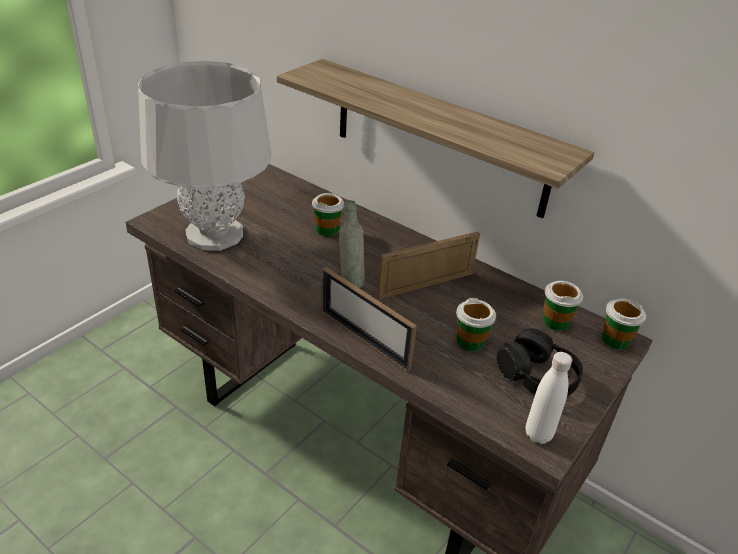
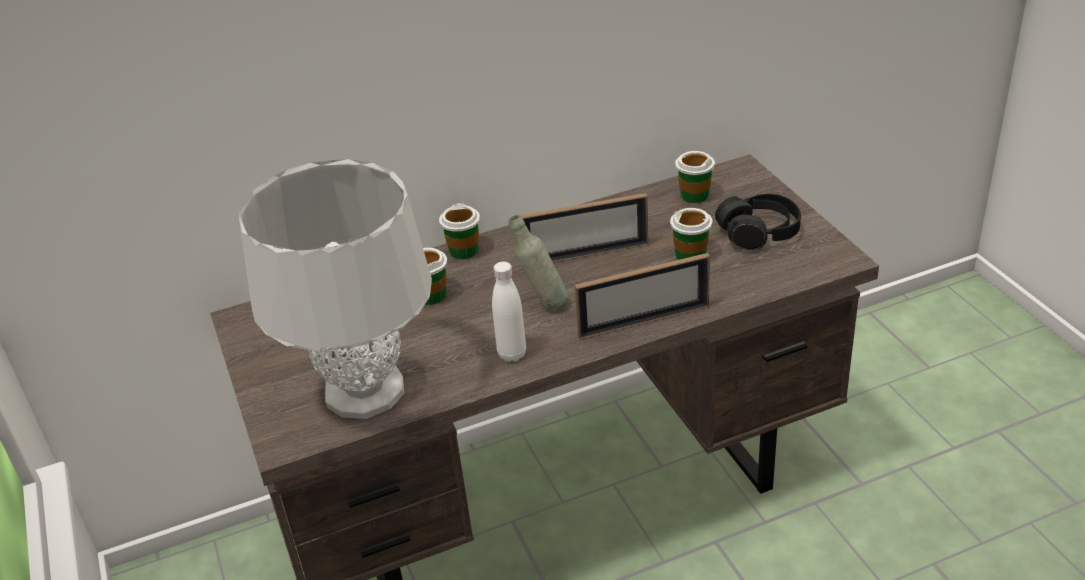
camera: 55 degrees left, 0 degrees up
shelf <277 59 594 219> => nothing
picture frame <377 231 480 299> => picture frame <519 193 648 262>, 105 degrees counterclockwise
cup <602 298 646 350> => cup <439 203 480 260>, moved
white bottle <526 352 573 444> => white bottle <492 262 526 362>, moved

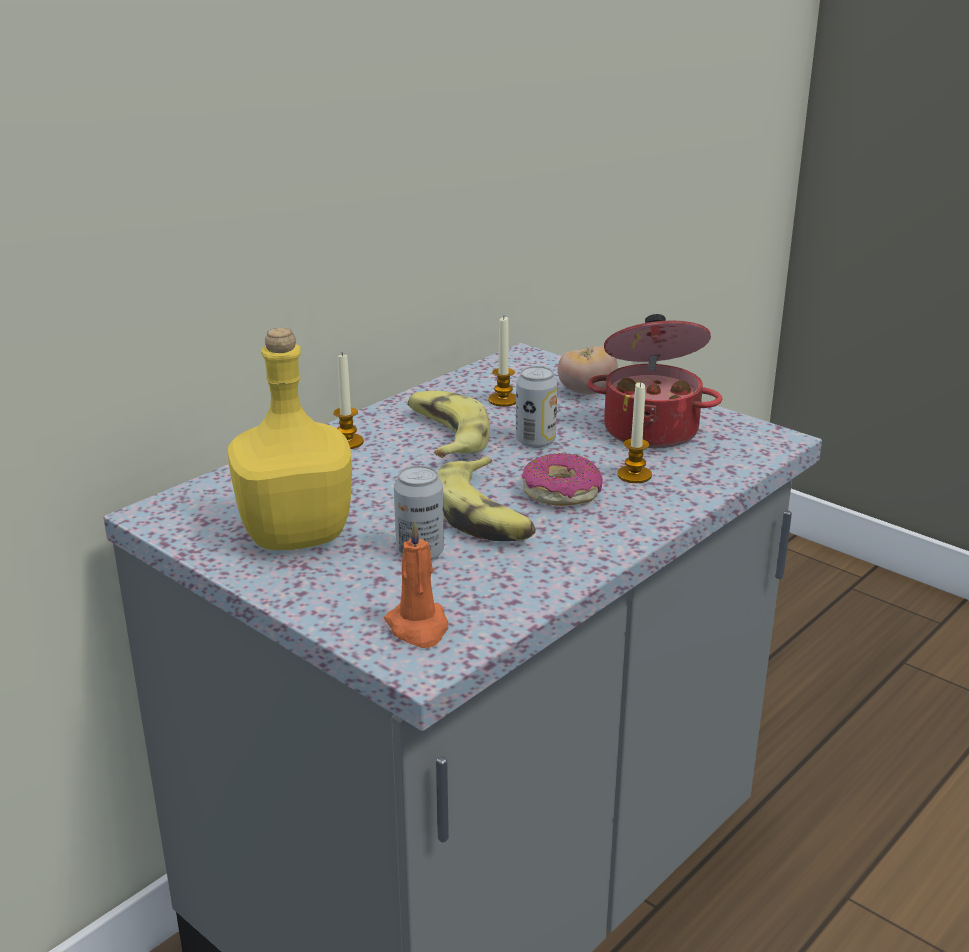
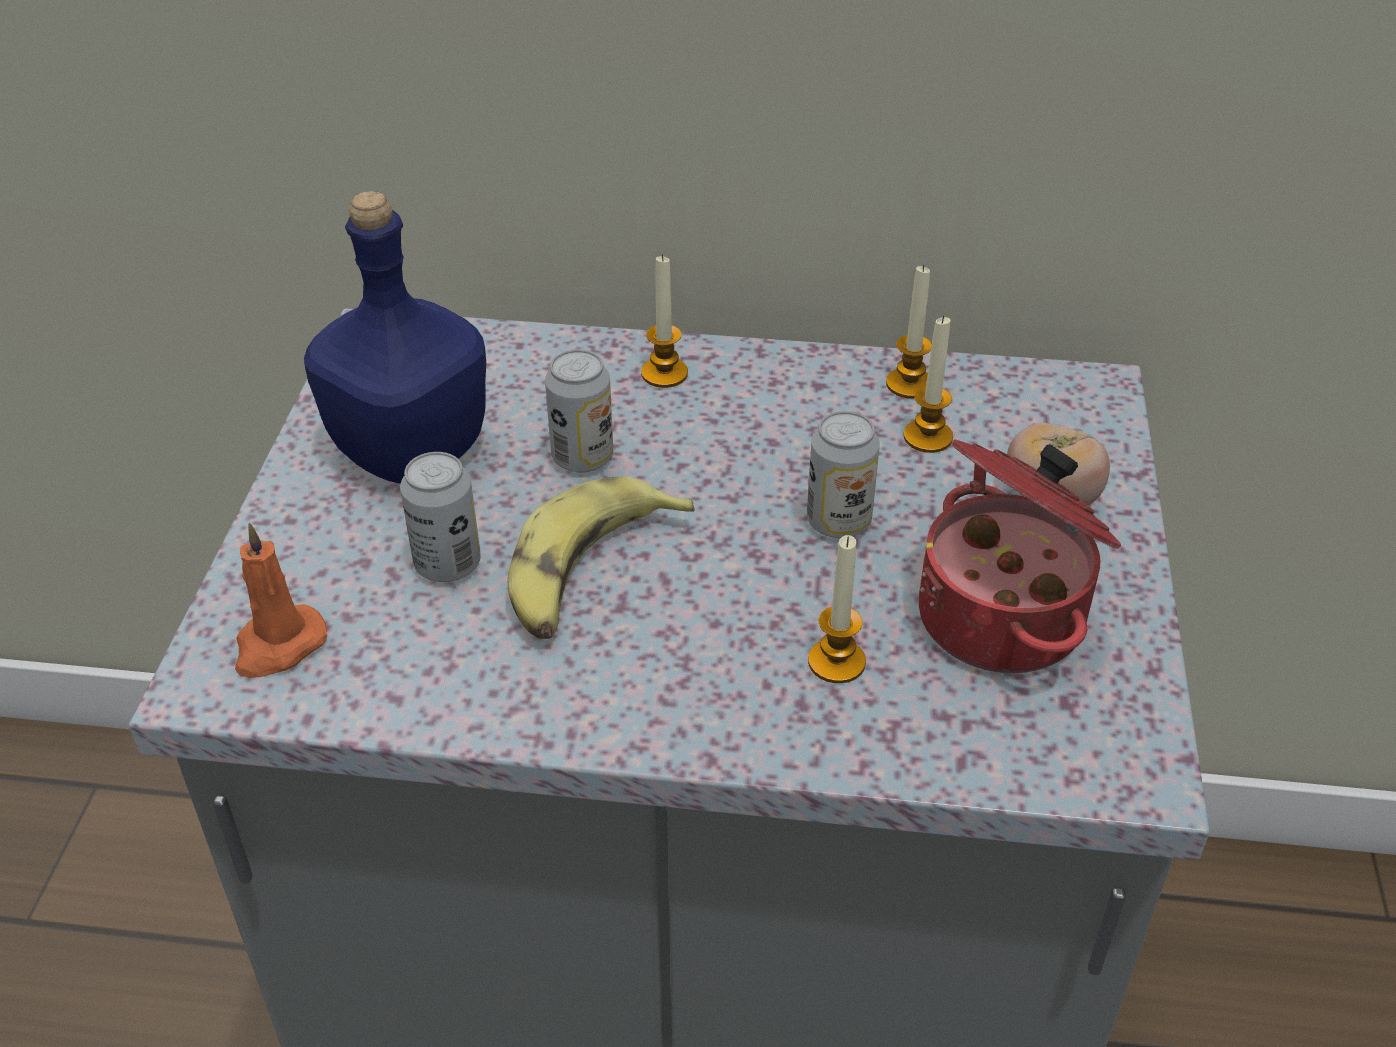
camera: 55 degrees right, 15 degrees up
yellow bottle <228 328 352 550> => blue bottle <304 191 486 483>
banana <408 391 490 458> => nothing
donut <522 453 603 506> => nothing
nothing => candle <886 264 932 399>
nothing => can <545 349 613 472>

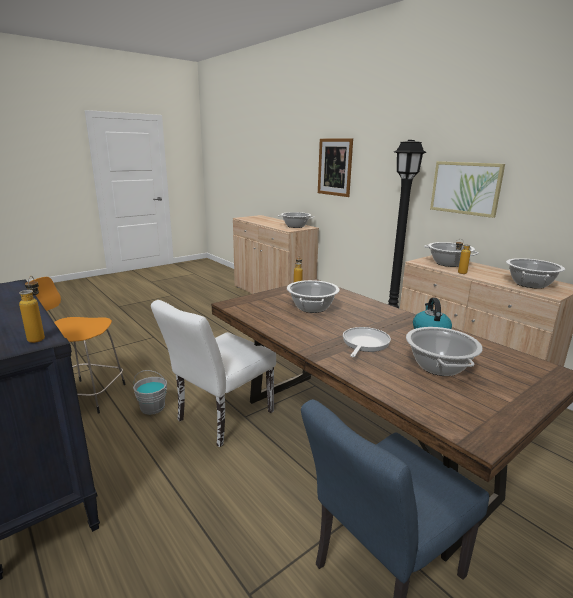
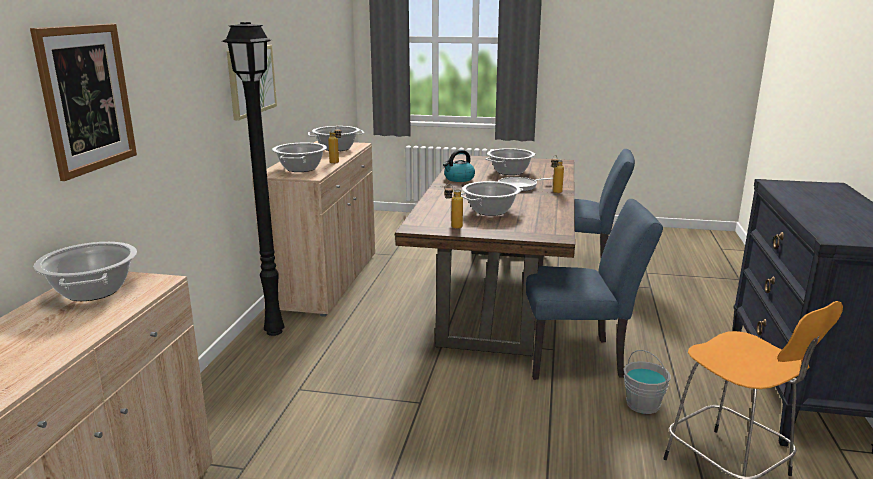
camera: 130 degrees left, 0 degrees up
bottle <19 276 45 343> => bottle <551 155 564 193>, moved
white chair <151 300 276 447> => blue chair <523 199 663 380>

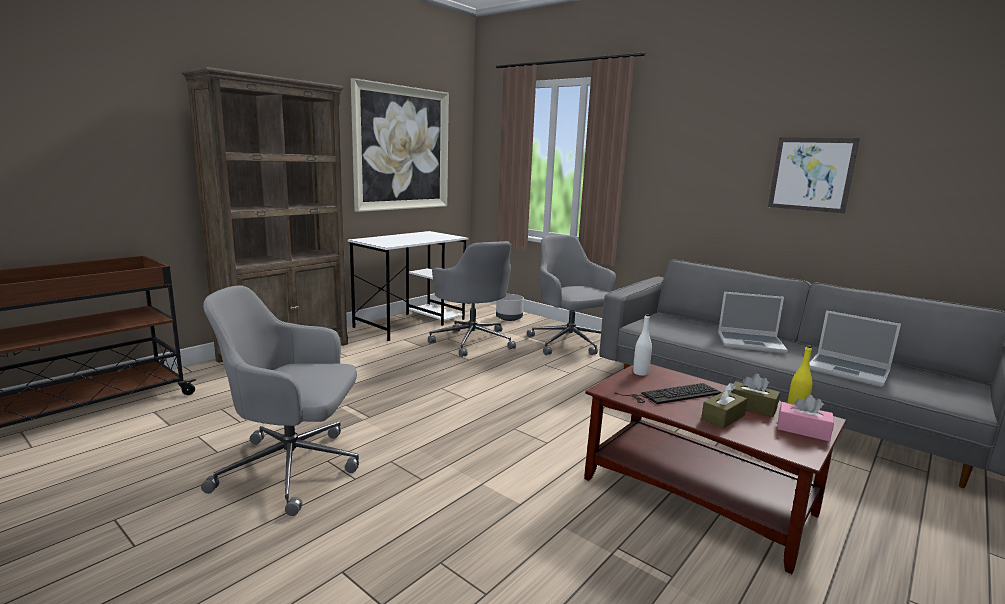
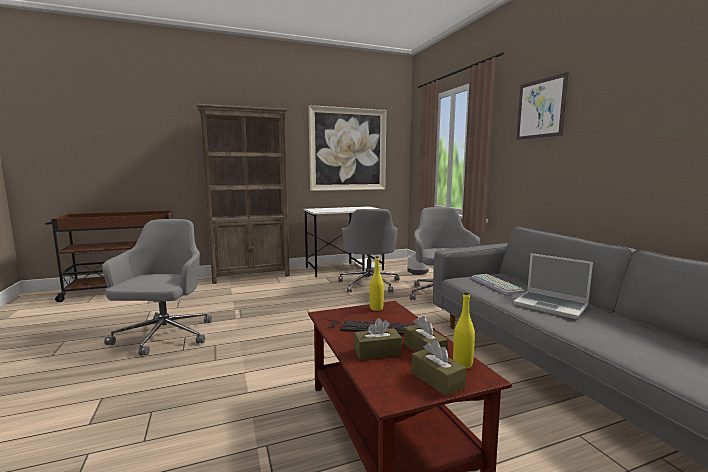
camera: 30 degrees right, 5 degrees down
picture <768 137 860 213> => picture <516 72 569 140>, moved
grey office chair <201 285 359 516> => grey office chair <102 219 212 355>, 60 degrees clockwise
laptop <809 310 901 387> => nothing
white bottle <633 314 652 376> => yellow bottle <370 256 384 311>
pink tissue box <777 394 834 442> => brown tissue box <411 341 466 396>
nothing => keyboard <471 274 525 295>

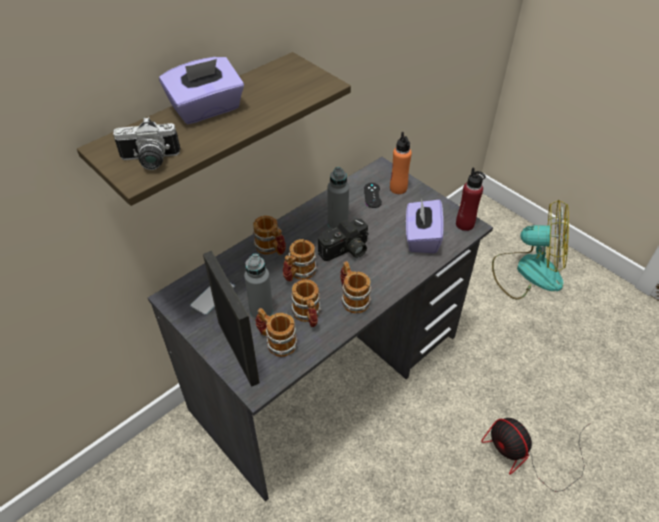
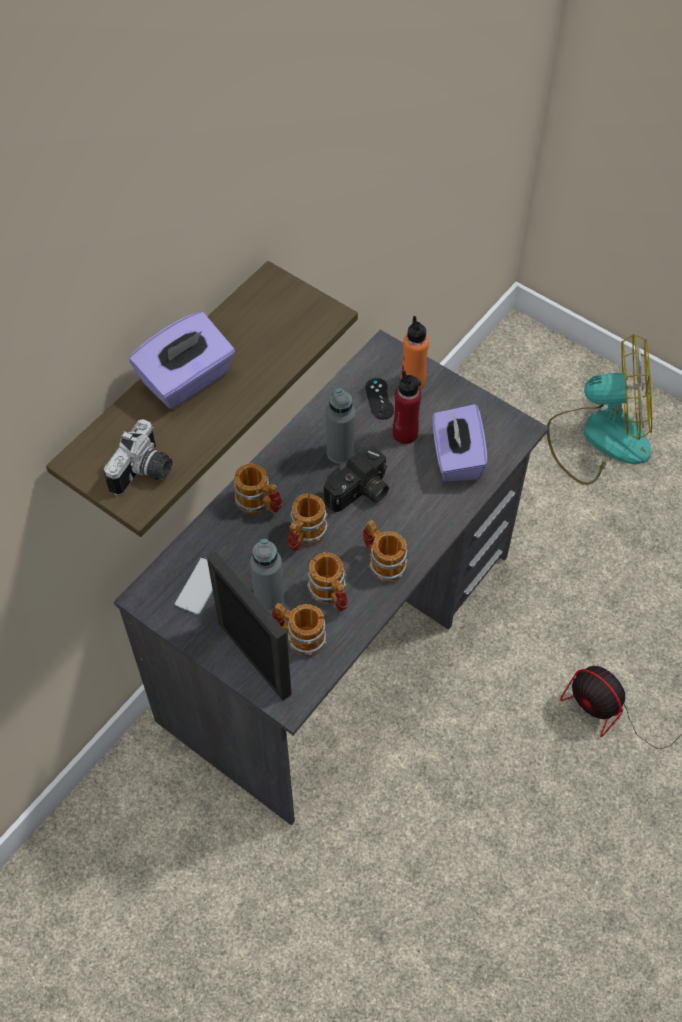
camera: 10 degrees left, 10 degrees up
photo camera <113 117 180 170> => photo camera <104 419 172 496>, 45 degrees counterclockwise
red bottle <456 167 486 231> => red bottle <393 371 421 444>, moved

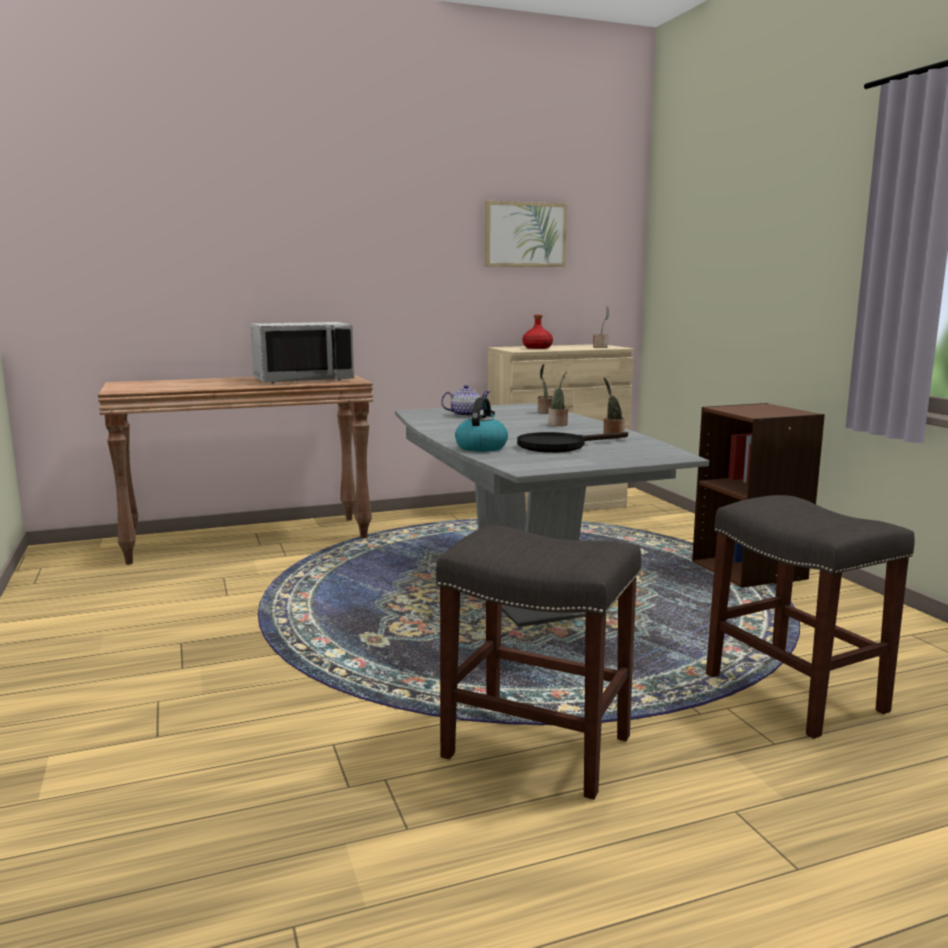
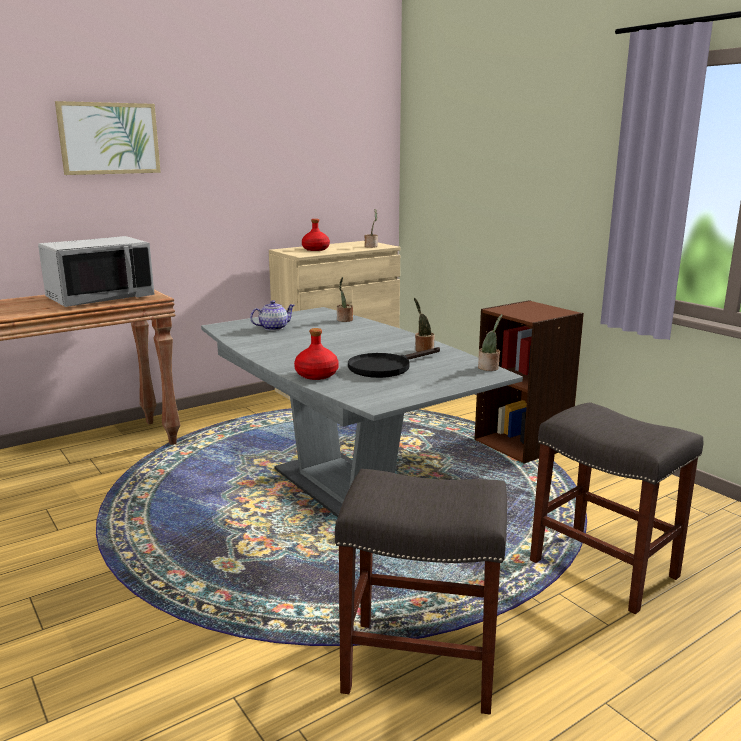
camera: 15 degrees left, 5 degrees up
picture <485 201 567 267> => picture <55 101 161 175>, moved
potted plant <548 372 568 426> => potted plant <478 314 503 371>, moved
kettle <455 397 508 452> => red bottle <294 328 339 380>

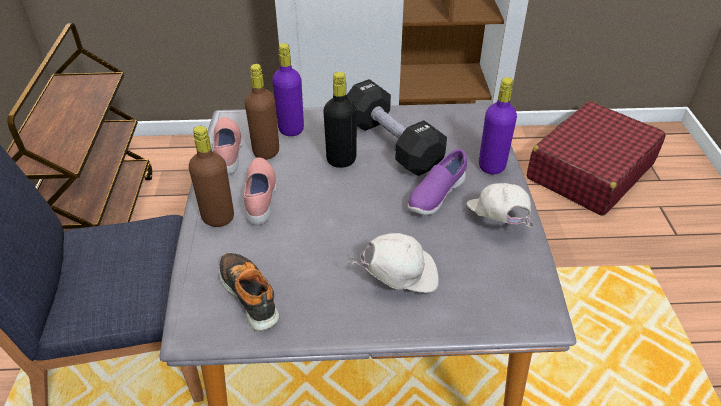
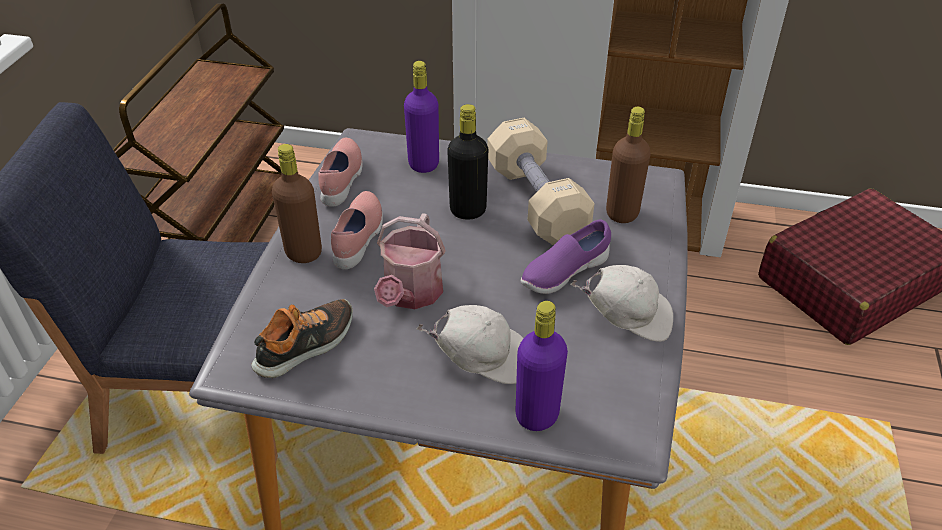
camera: 15 degrees right, 0 degrees up
brown bottle <245 64 279 160> => brown bottle <606 107 651 223>, moved
purple bottle <479 77 517 174> => purple bottle <516 301 568 431>, moved
black dumbbell <347 79 447 176> => beige dumbbell <487 118 594 245>
white cap <466 183 534 228> => white cap <570 265 673 342>, 105 degrees clockwise
shoe <219 252 280 332> => shoe <251 299 353 378>, 60 degrees clockwise
nothing => watering can <374 213 446 309>

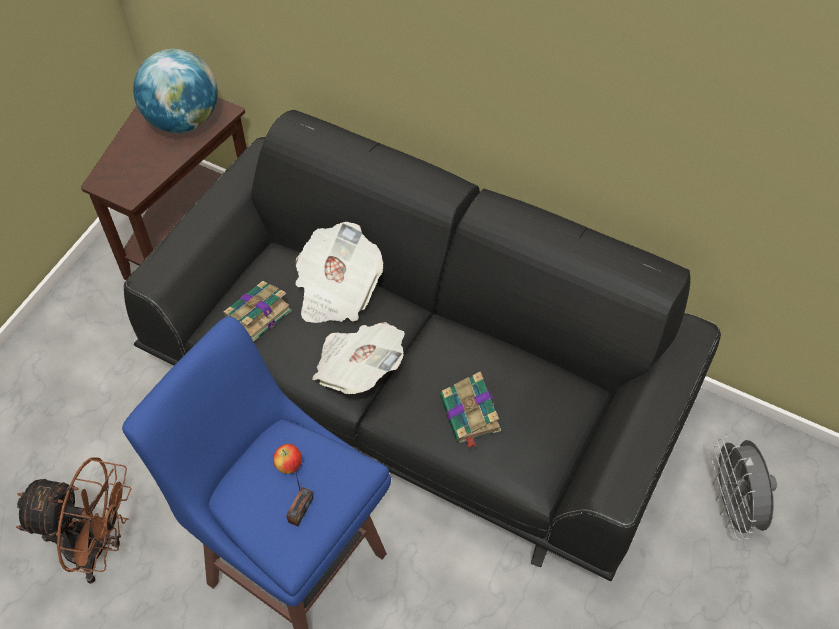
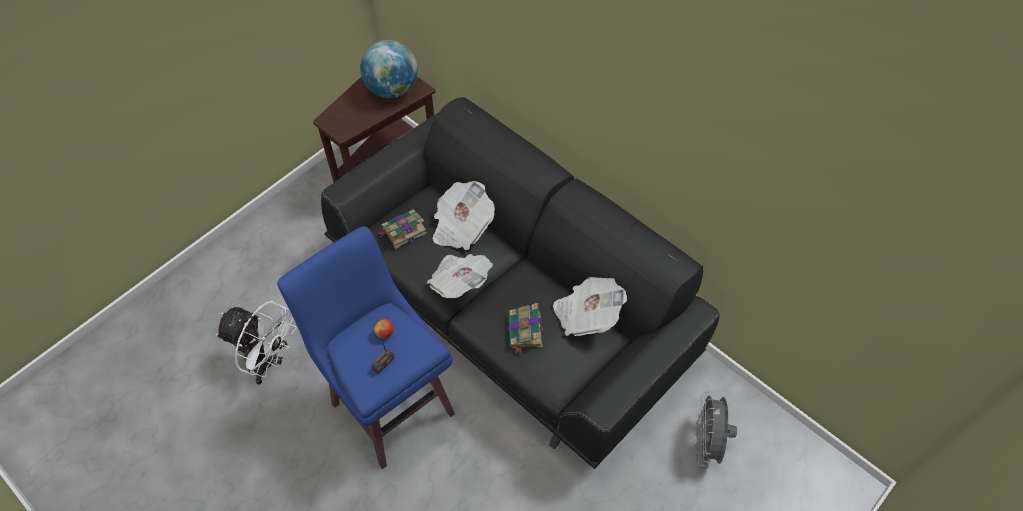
camera: 15 degrees right, 0 degrees up
brown fan <16 457 132 584> => white fan <216 301 296 385>
nothing => newspaper <553 277 627 336>

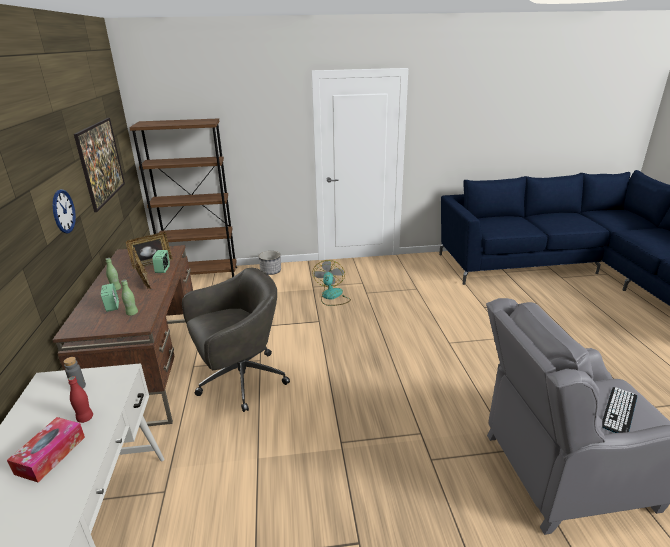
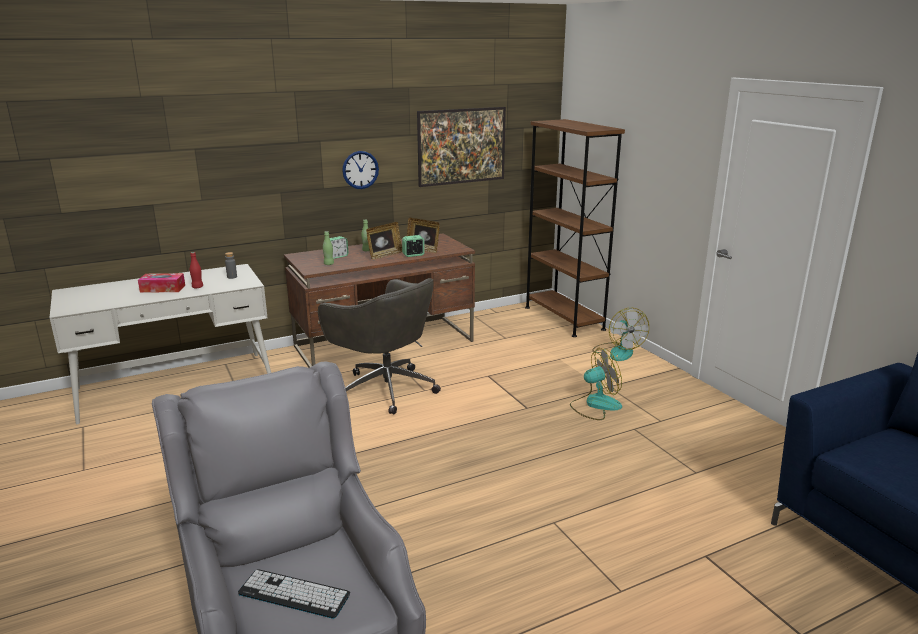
camera: 70 degrees right, 5 degrees down
planter <259 251 281 275> => fan <592 308 649 361>

